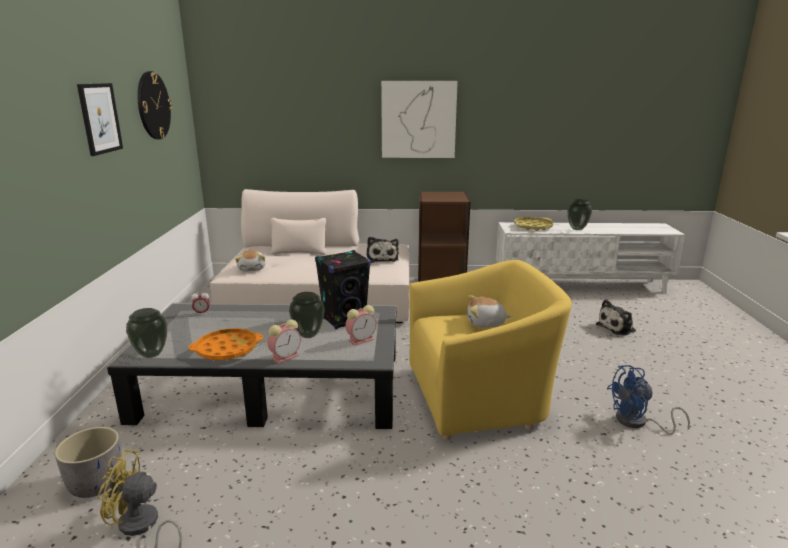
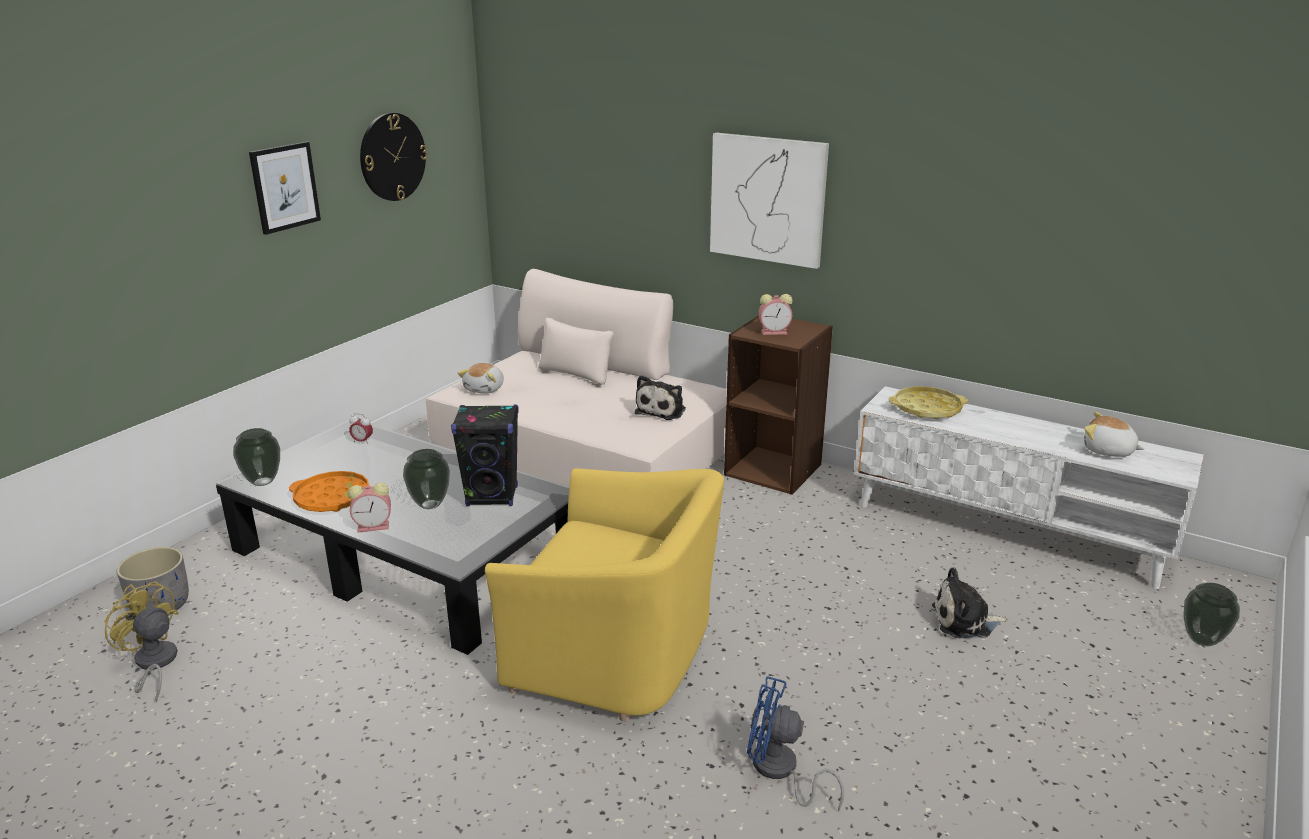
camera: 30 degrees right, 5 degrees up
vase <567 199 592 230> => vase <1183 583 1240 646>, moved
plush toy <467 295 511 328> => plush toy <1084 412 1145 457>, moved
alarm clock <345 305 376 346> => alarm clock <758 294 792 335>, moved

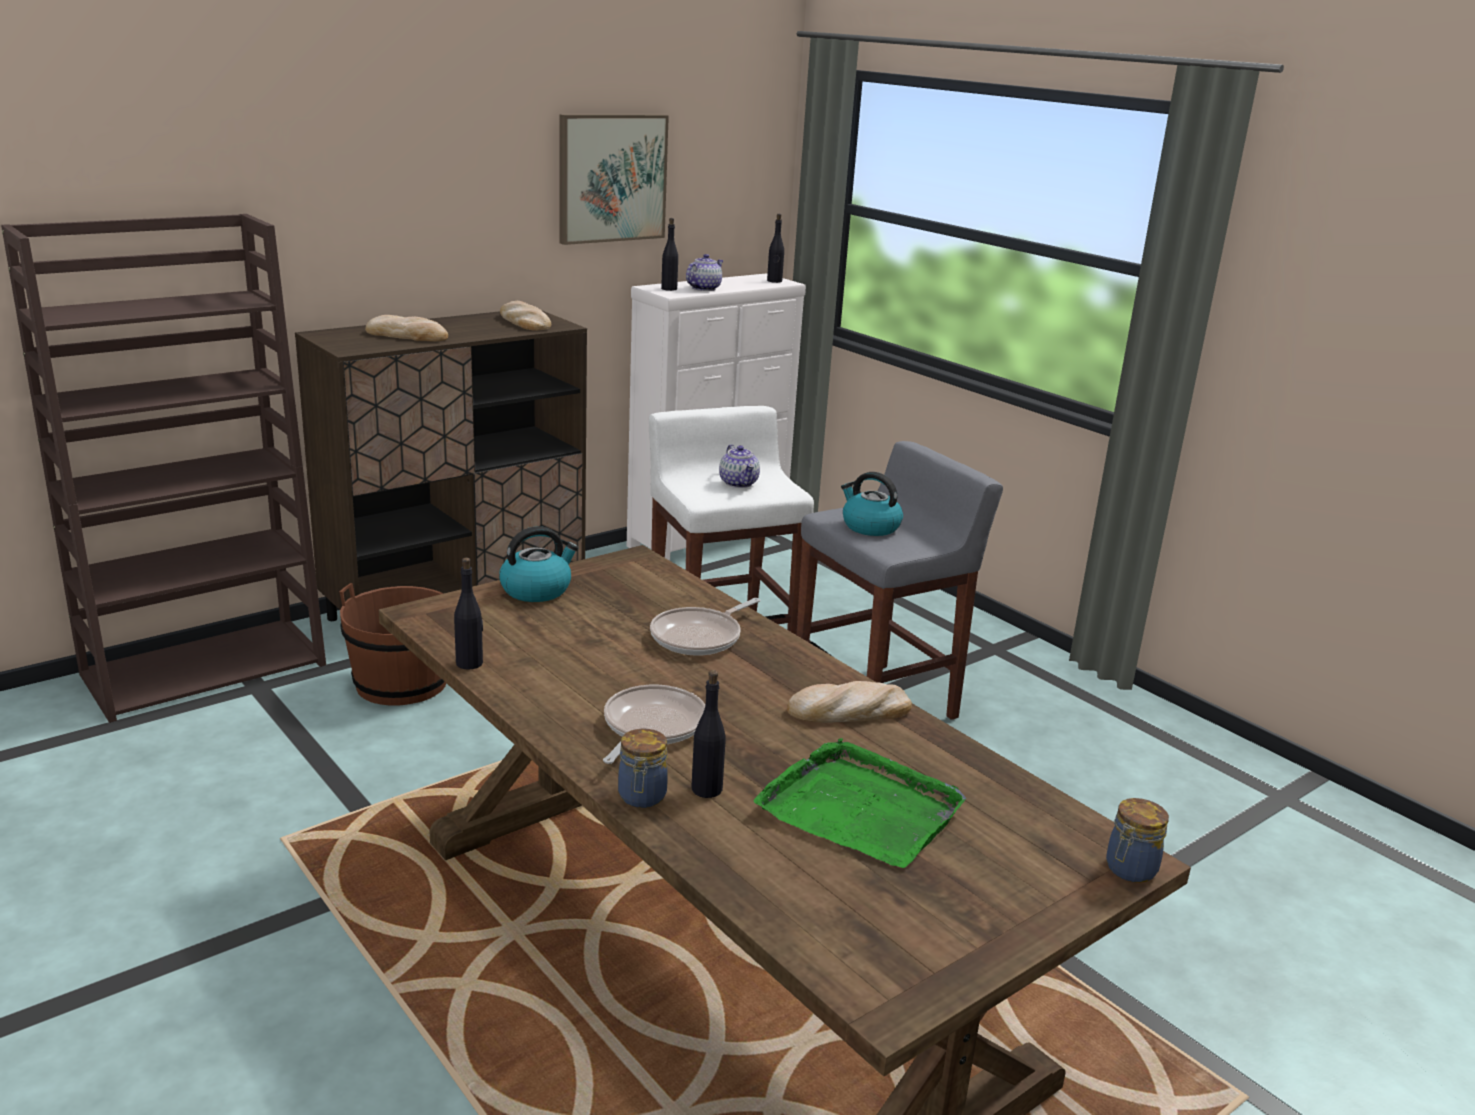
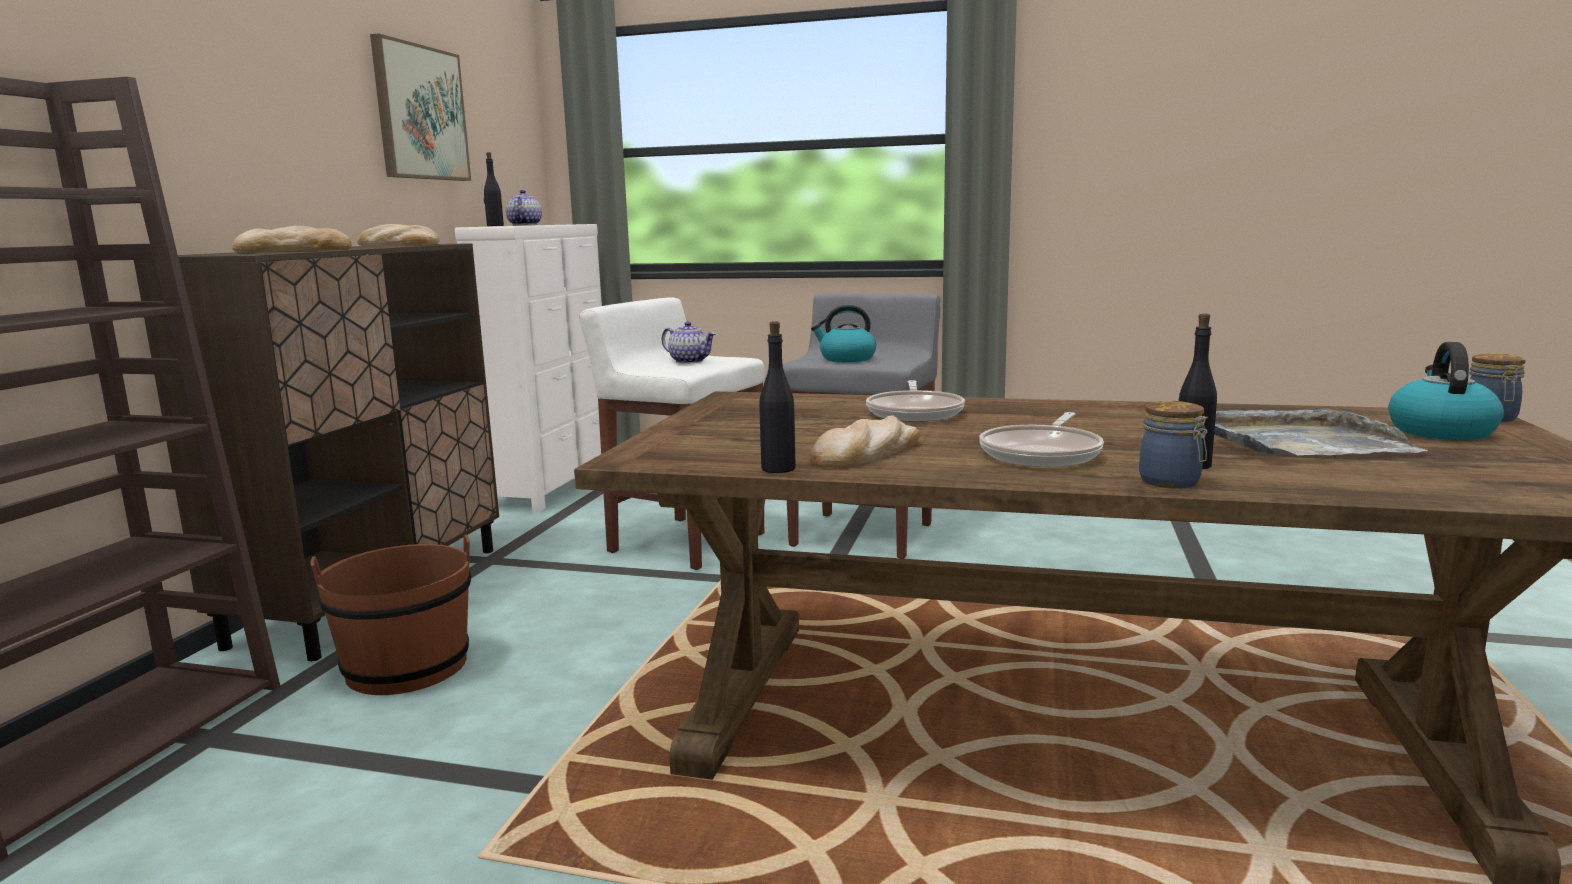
camera: 35 degrees left, 10 degrees down
black bottle <767 214 784 283> => nothing
kettle <499 526 578 602> => kettle <1388 342 1504 440>, moved
bread <787 681 912 723> => bread <810 415 919 468>, moved
frying pan <603 685 705 764> => frying pan <979 412 1104 467>, 135 degrees counterclockwise
green tray <753 738 966 868> => grey tray <1214 408 1428 455>

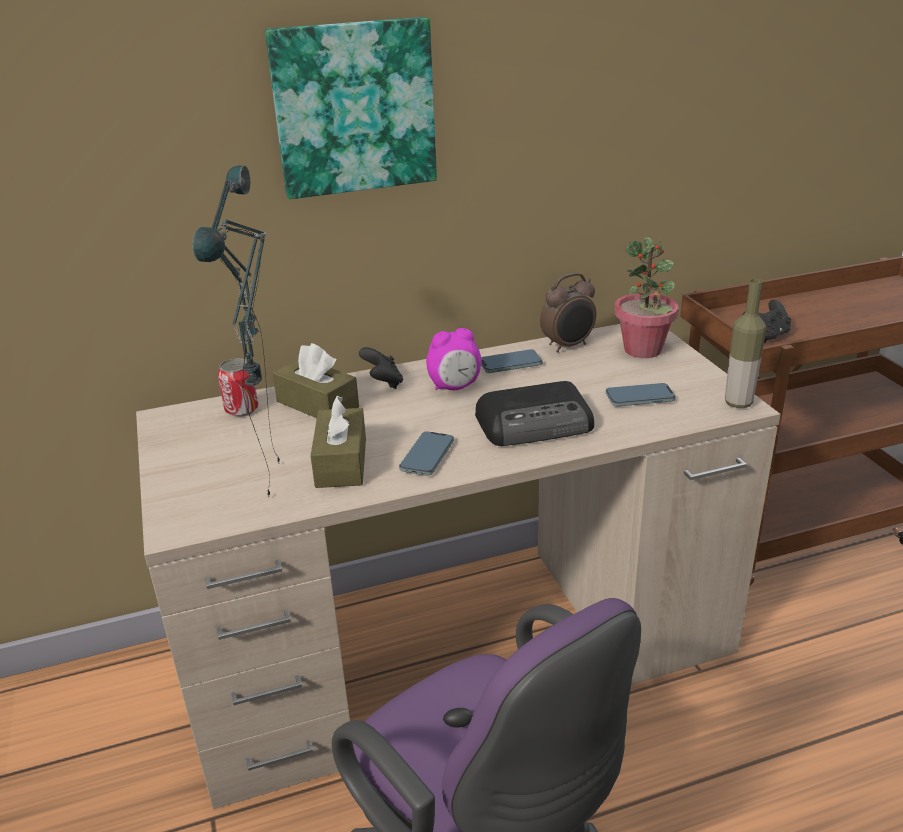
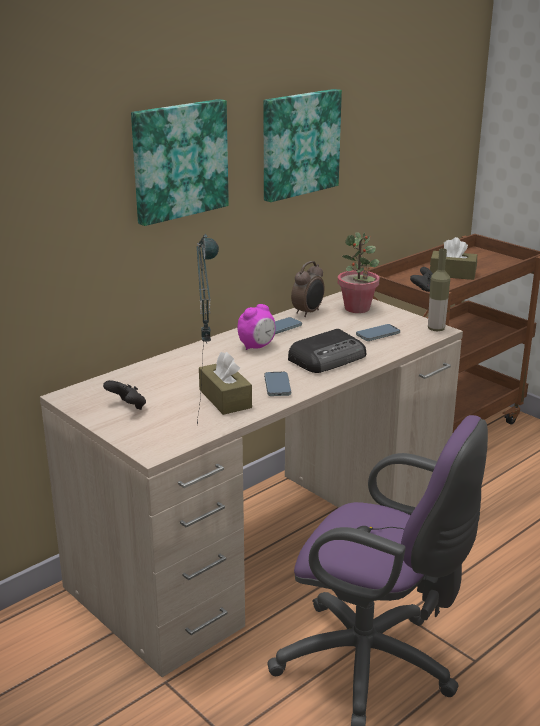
camera: 25 degrees left, 5 degrees down
table lamp <212 166 280 465> => nothing
brown tissue box <273 343 359 418> => brown tissue box <430 237 477 280>, moved
black game controller <359 347 403 389> => black game controller <103 380 146 410>, moved
can <218 358 258 417> => nothing
nothing => picture <263 89 342 202>

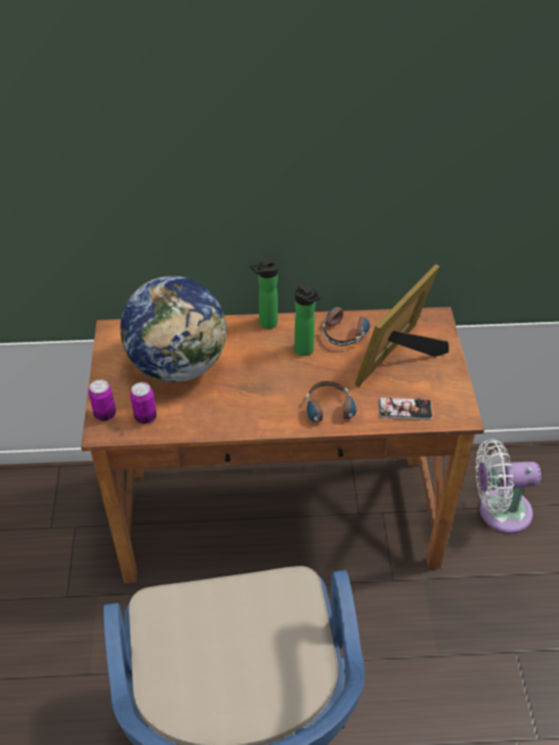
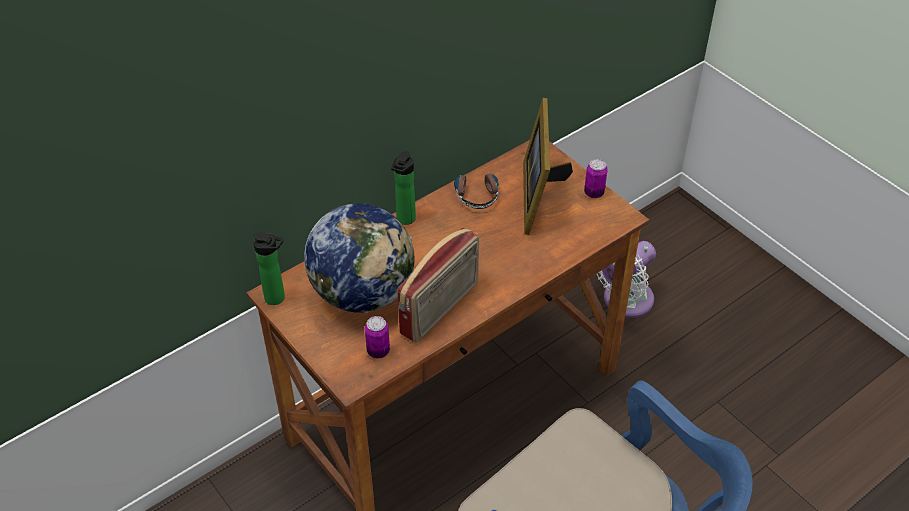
camera: 35 degrees left, 0 degrees up
bottle <294 281 321 356> => bottle <253 232 285 305>, moved
can <88 379 116 421> => can <584 159 608 198>, moved
headphones <306 381 356 435> => nothing
phone <379 397 432 420> => nothing
nothing => radio <397 228 479 342>

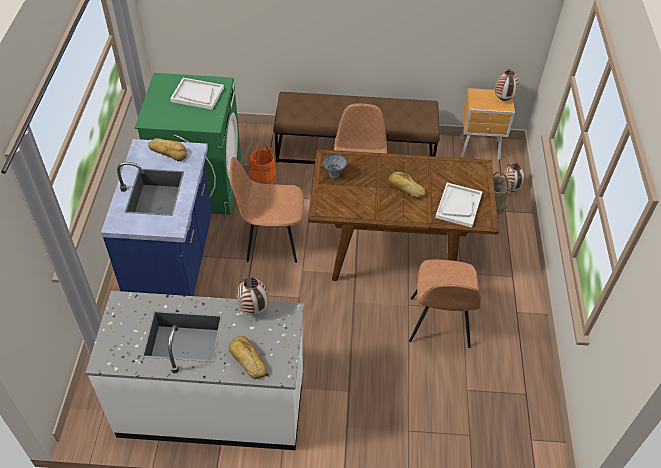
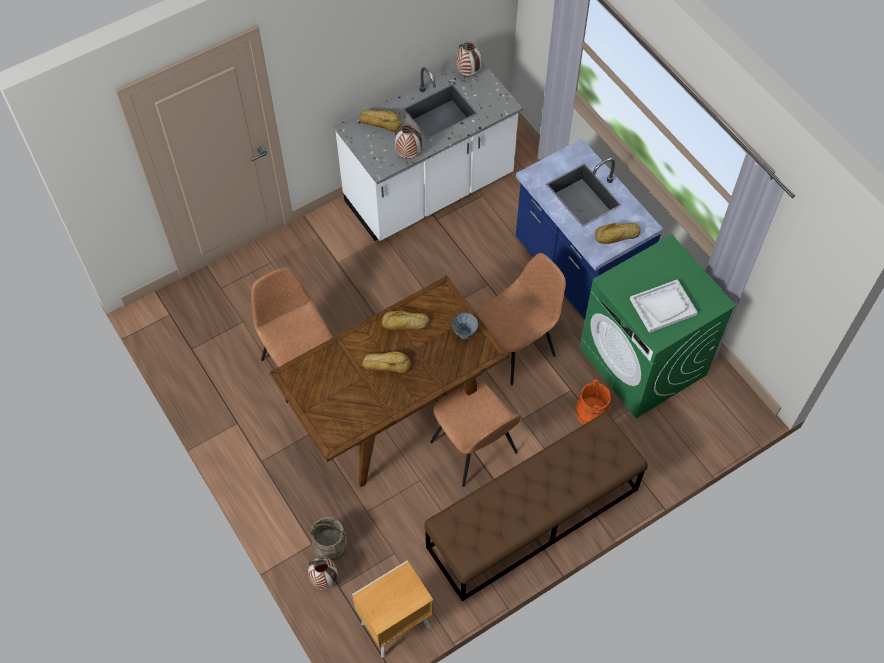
camera: 145 degrees right, 10 degrees up
vase <495 69 518 101> => vase <456 41 482 77>, moved
white tray <435 183 482 228> => nothing
nothing => bread <382 310 429 331>

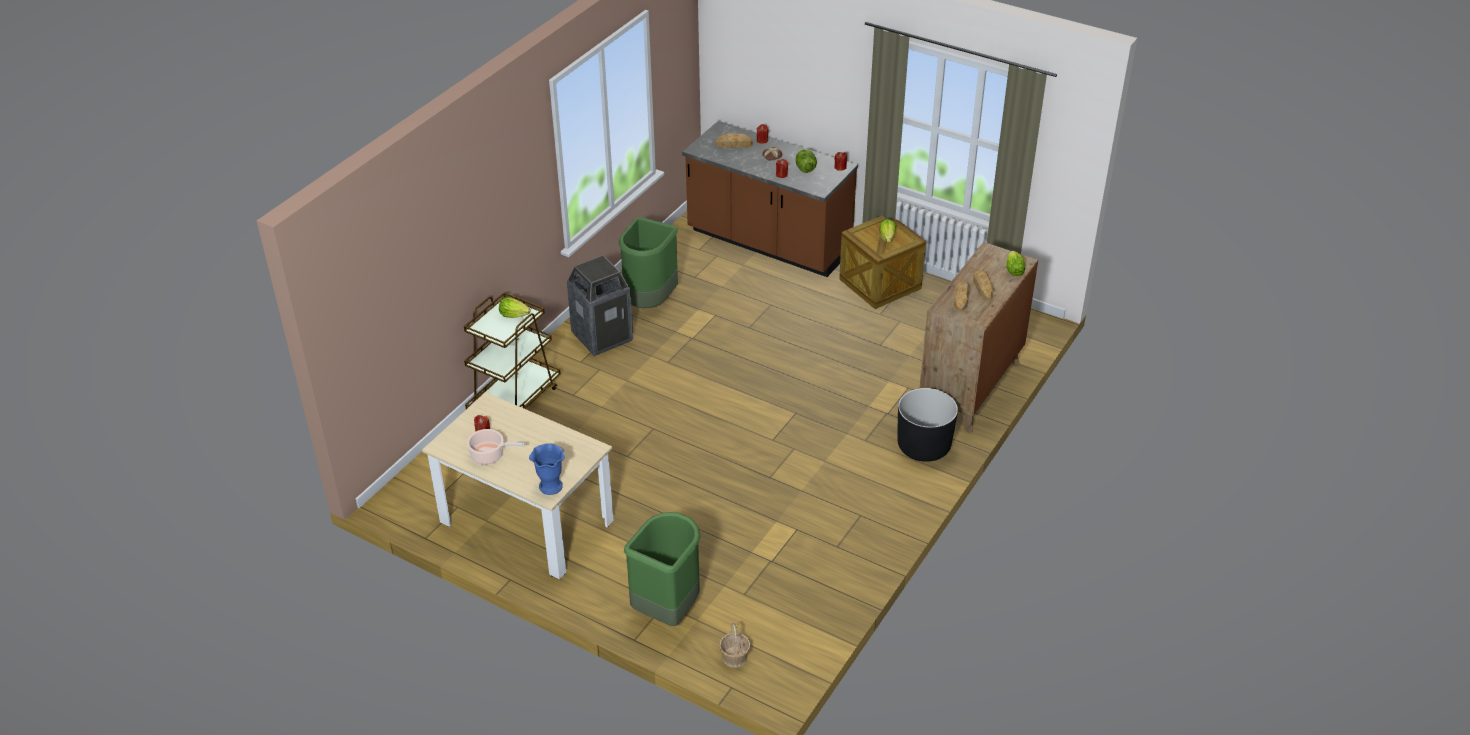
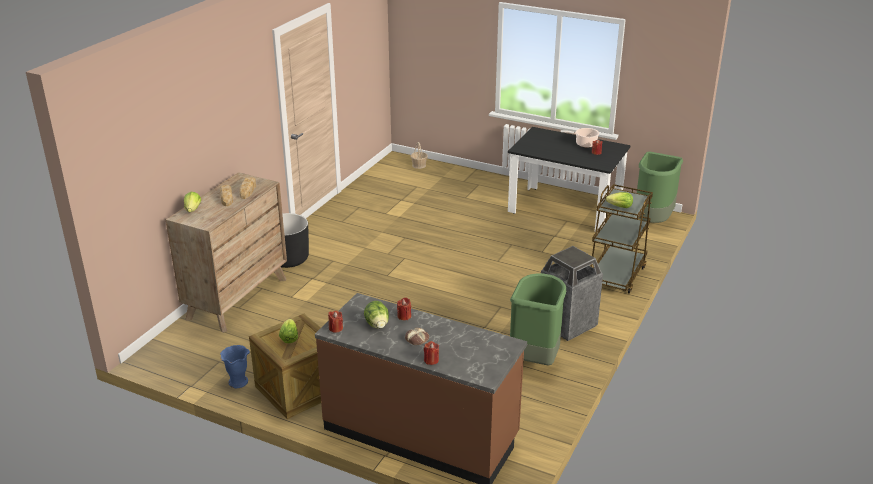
camera: 175 degrees right, 10 degrees down
bread <715 134 753 148> => nothing
beige dining table <422 392 614 580> => black dining table <508 127 631 232>
blue vase <529 443 565 495> => blue vase <220 345 250 388>, moved
green trash can <624 512 701 626> => green trash can <637 152 683 223>, moved

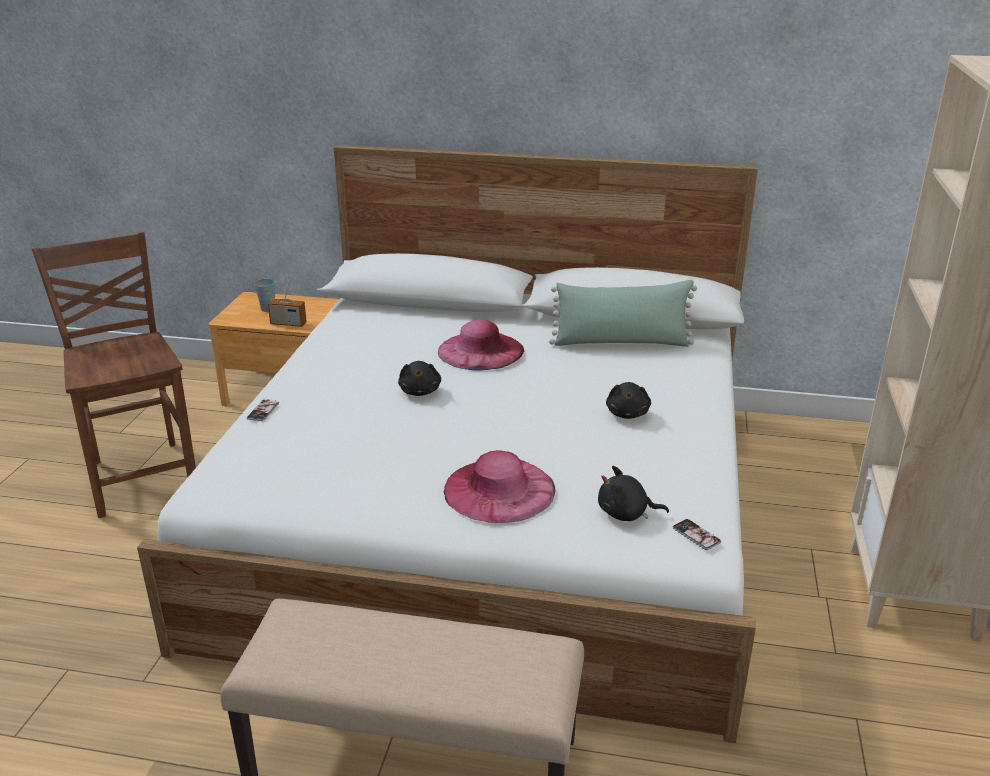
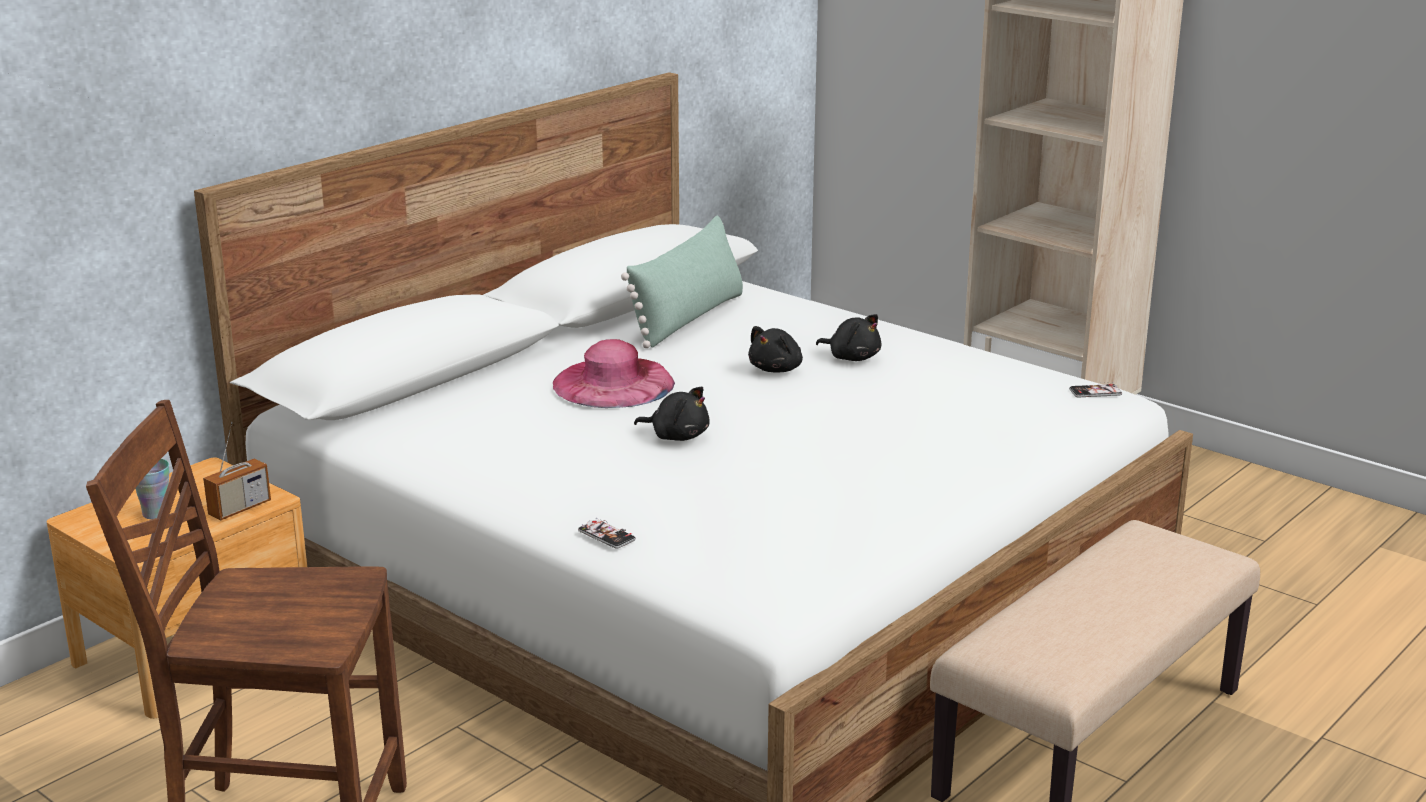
camera: 60 degrees left, 5 degrees down
pink hat <444 450 556 523> => nothing
black plush toy <598 466 669 521> => black plush toy <748 326 803 373>, moved

